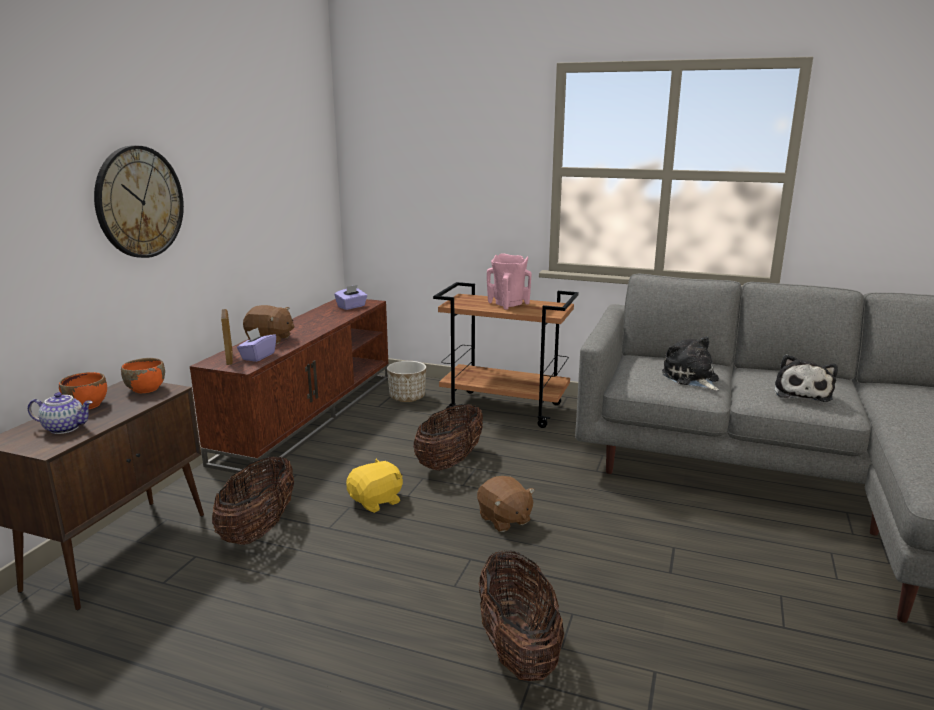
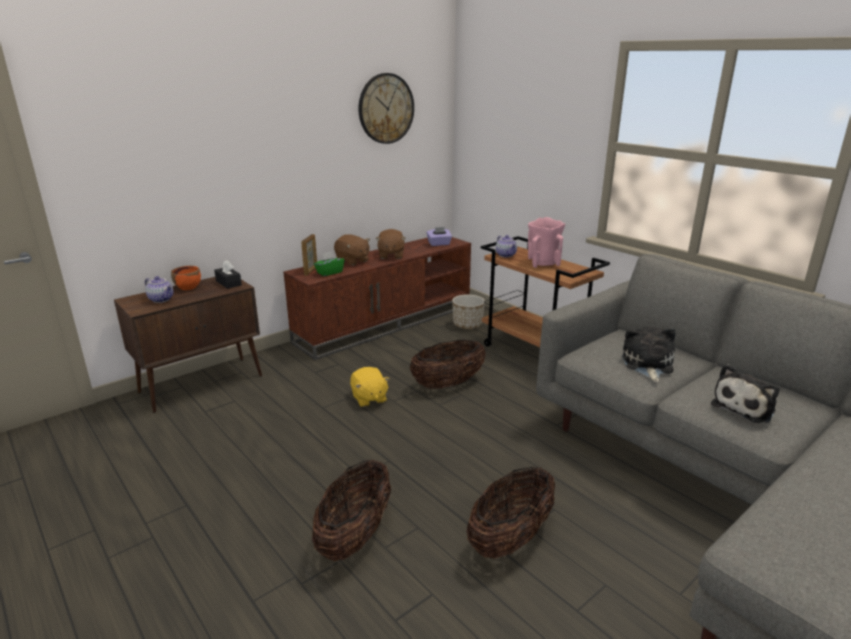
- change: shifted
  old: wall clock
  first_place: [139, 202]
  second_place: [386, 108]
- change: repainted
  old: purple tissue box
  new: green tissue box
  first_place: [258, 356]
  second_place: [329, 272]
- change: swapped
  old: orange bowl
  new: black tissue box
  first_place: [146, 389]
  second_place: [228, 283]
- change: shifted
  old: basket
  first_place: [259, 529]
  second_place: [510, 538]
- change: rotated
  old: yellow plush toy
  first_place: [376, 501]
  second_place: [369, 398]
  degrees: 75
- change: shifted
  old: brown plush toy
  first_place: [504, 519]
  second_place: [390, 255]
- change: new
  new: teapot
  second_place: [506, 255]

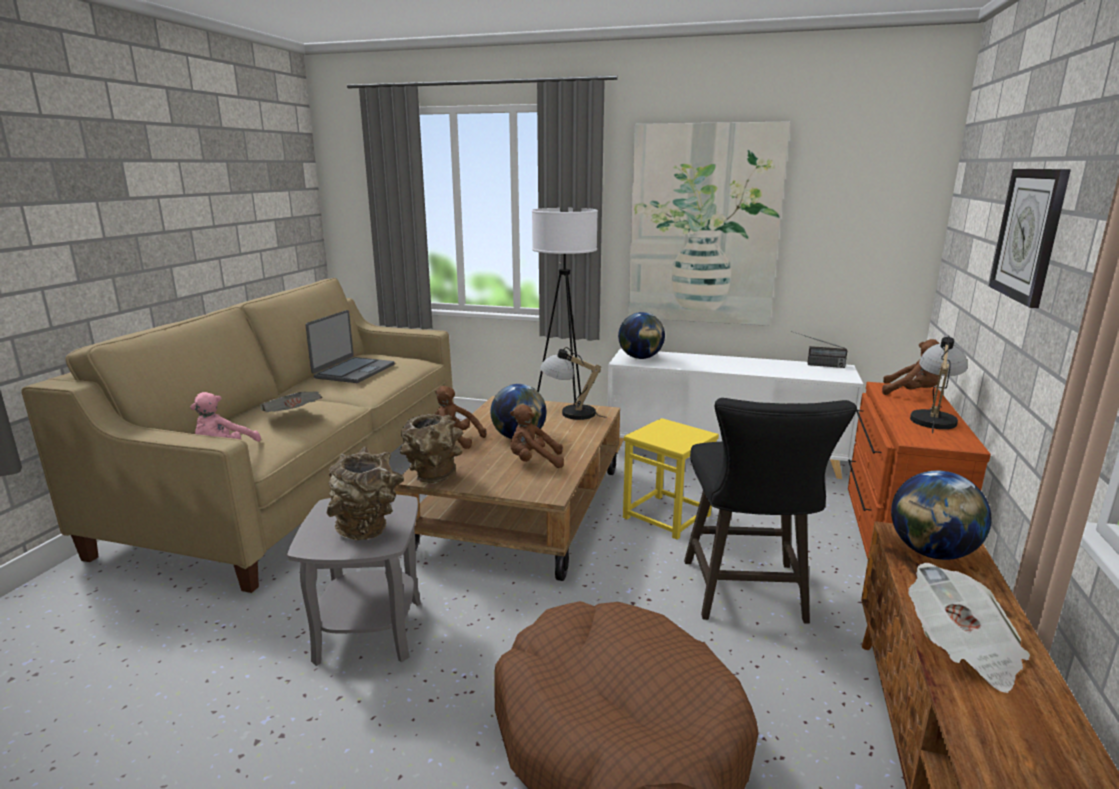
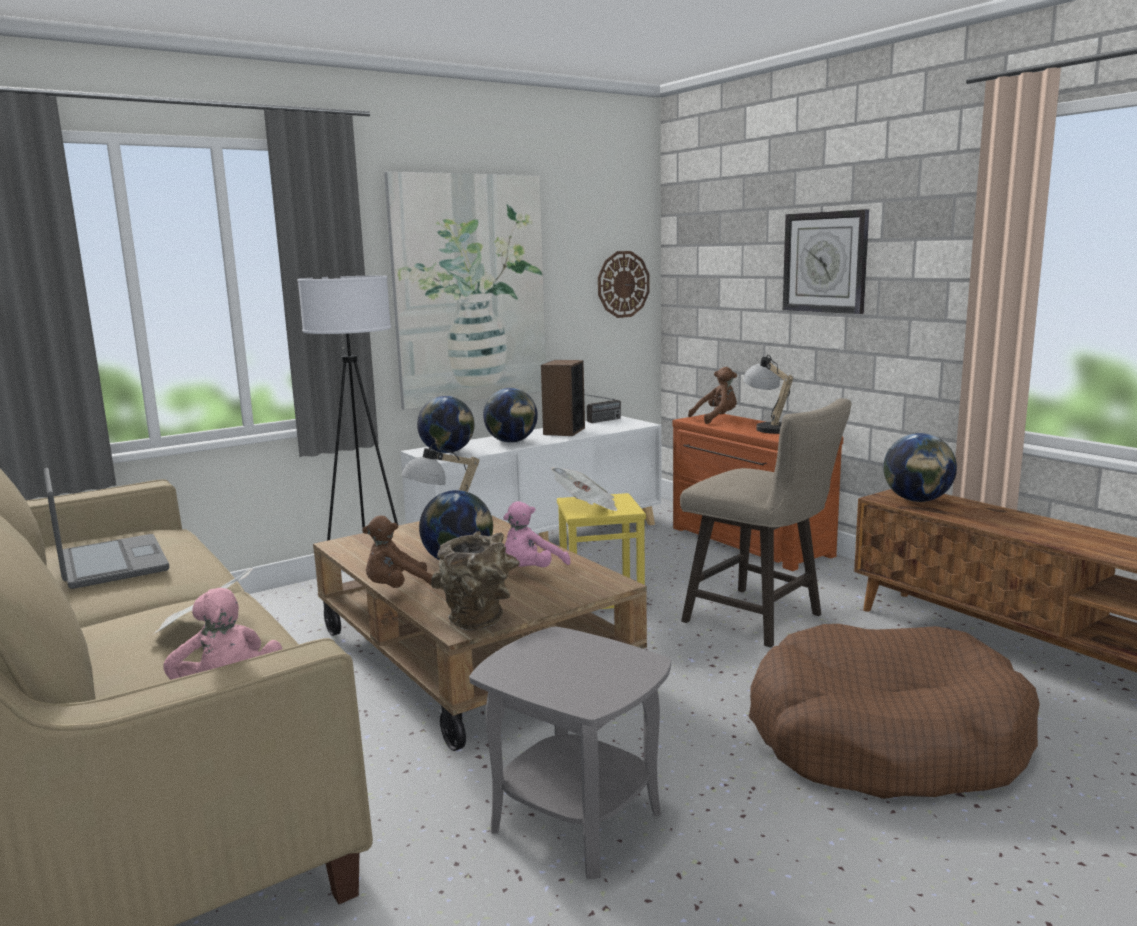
- change: repainted
  old: black stool
  new: beige stool
  first_place: [747, 596]
  second_place: [762, 620]
- change: repainted
  old: brown plush toy
  new: pink plush toy
  first_place: [534, 462]
  second_place: [531, 571]
- change: gone
  old: brown vase
  first_place: [368, 530]
- change: shifted
  old: newspaper
  first_place: [962, 650]
  second_place: [586, 506]
- change: new
  new: wall clock
  second_place: [623, 284]
- change: new
  new: speaker
  second_place: [564, 431]
- change: new
  new: globe
  second_place: [511, 442]

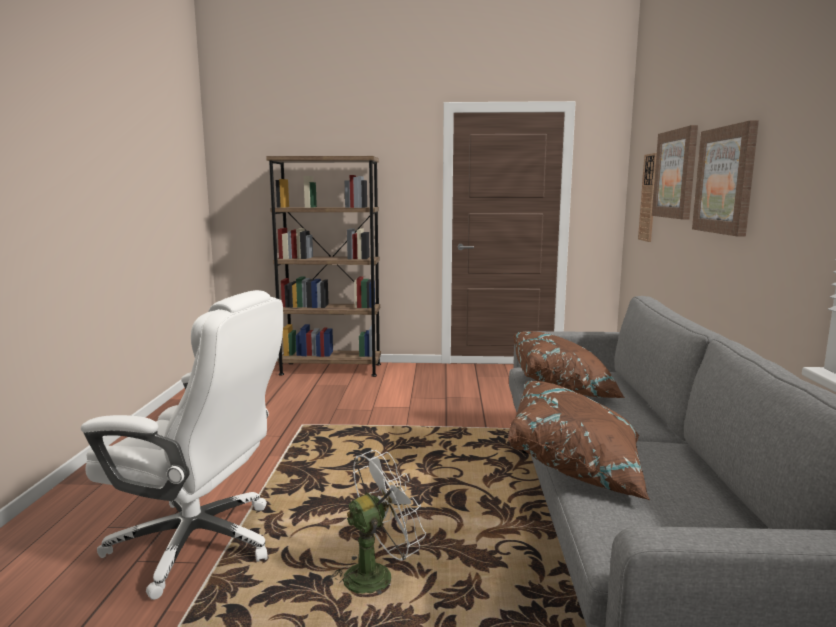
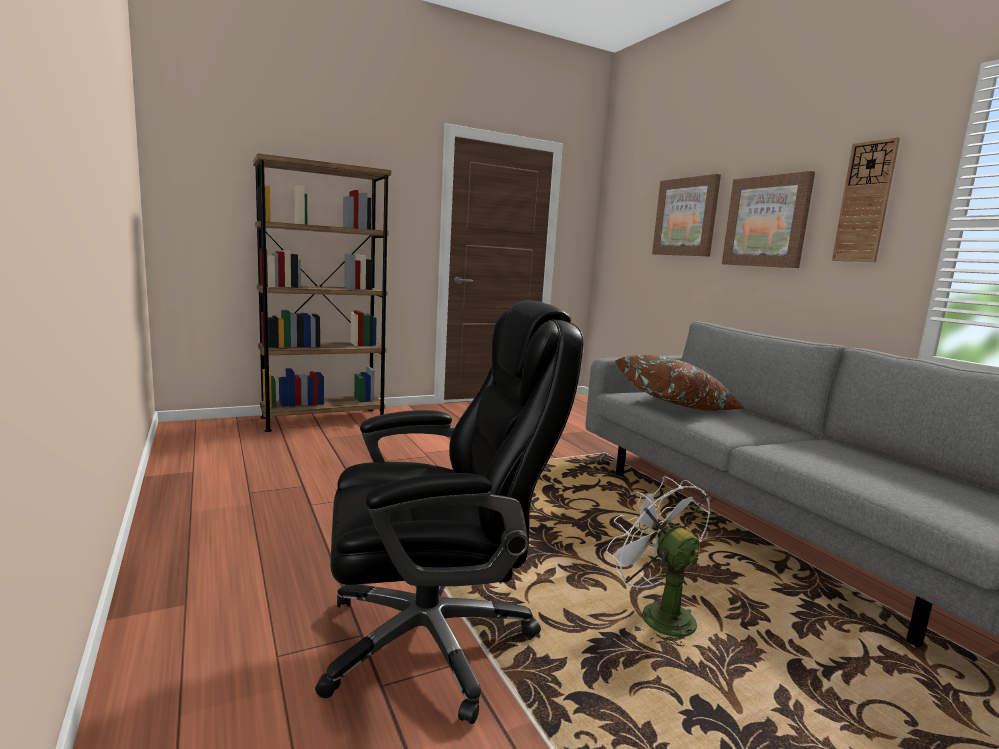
- change: shifted
  old: wall clock
  first_place: [649, 197]
  second_place: [865, 202]
- change: repainted
  old: white office chair
  new: black office chair
  first_place: [199, 543]
  second_place: [433, 639]
- change: gone
  old: brown pillow
  first_place: [577, 466]
- change: rotated
  old: white fan
  first_place: [377, 574]
  second_place: [656, 614]
  degrees: -60

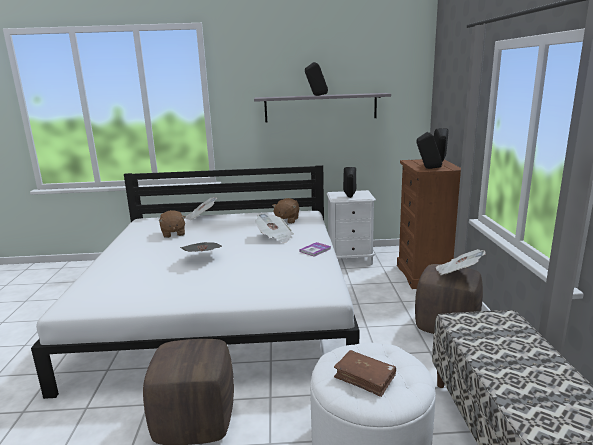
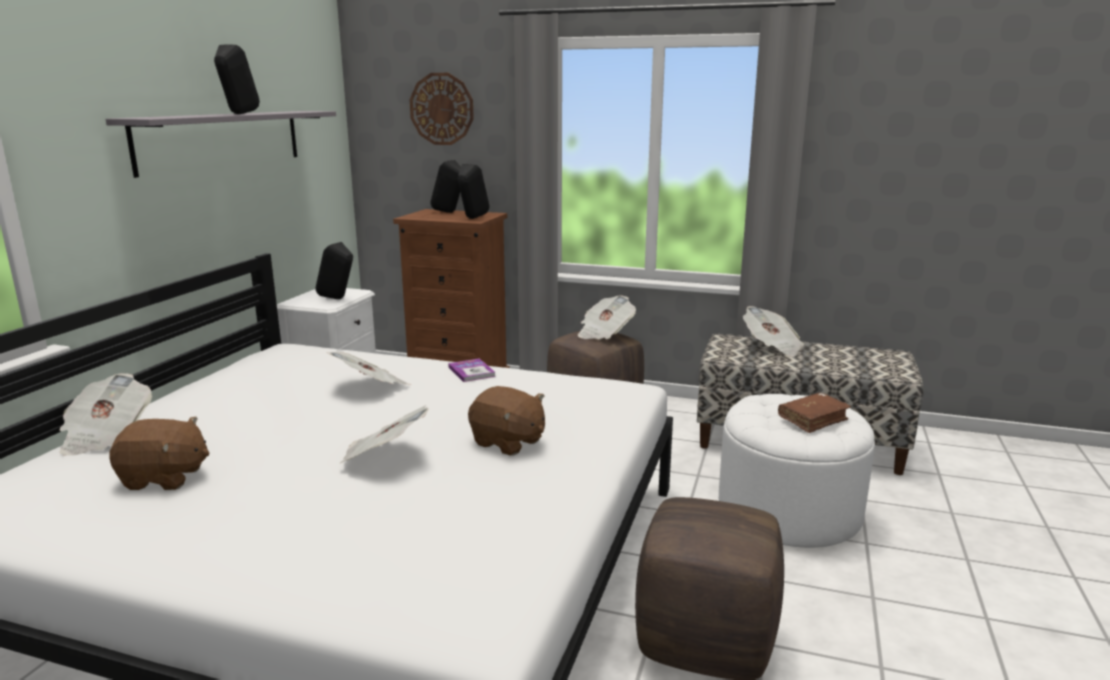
- change: shifted
  old: brown plush toy
  first_place: [286, 220]
  second_place: [508, 442]
- change: new
  new: wall clock
  second_place: [442, 109]
- change: new
  new: newspaper
  second_place: [772, 347]

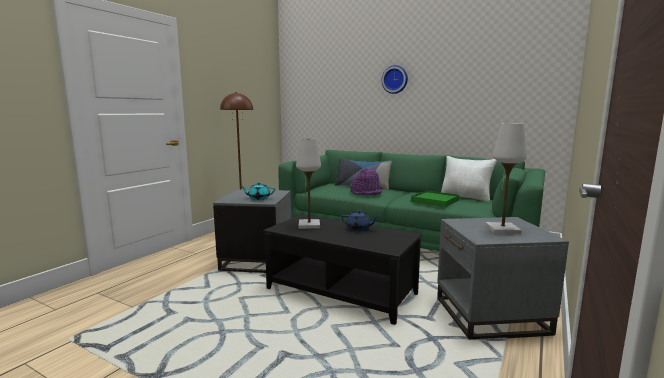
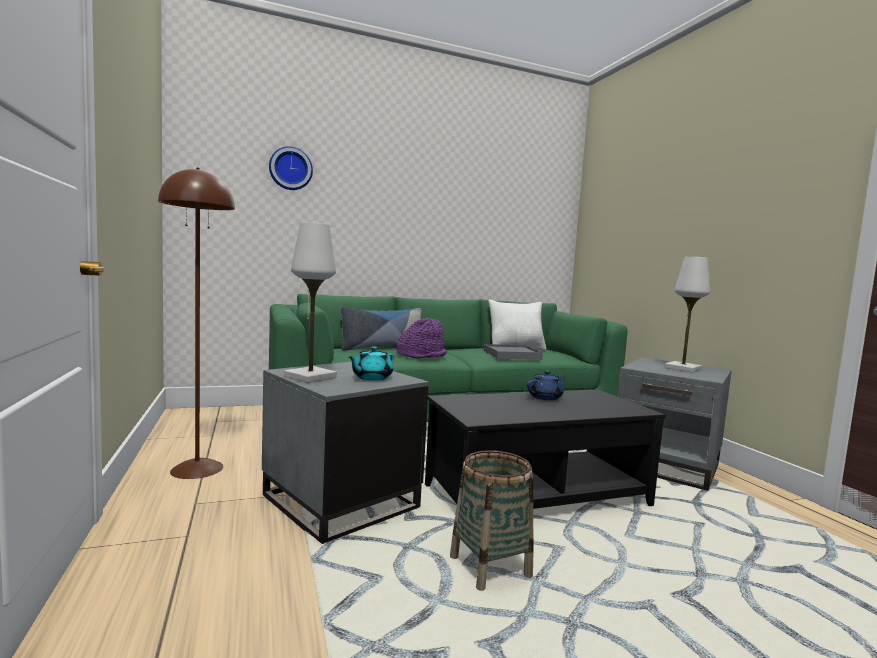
- change: shifted
  old: wall clock
  first_place: [395, 79]
  second_place: [290, 169]
- change: shifted
  old: white table lamp
  first_place: [309, 225]
  second_place: [310, 377]
- change: repainted
  old: green tray
  new: grey tray
  first_place: [435, 201]
  second_place: [511, 355]
- change: new
  new: basket
  second_place: [490, 567]

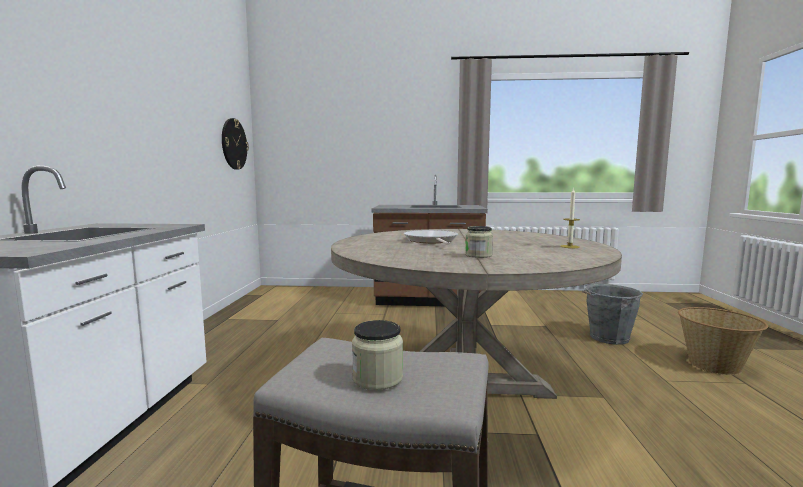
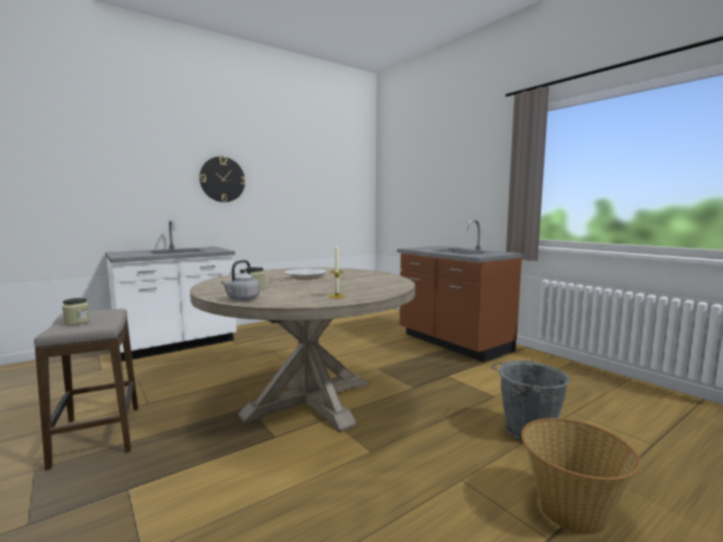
- change: shifted
  old: wall clock
  first_place: [234, 144]
  second_place: [222, 179]
- change: new
  new: grey kettle
  second_place: [242, 299]

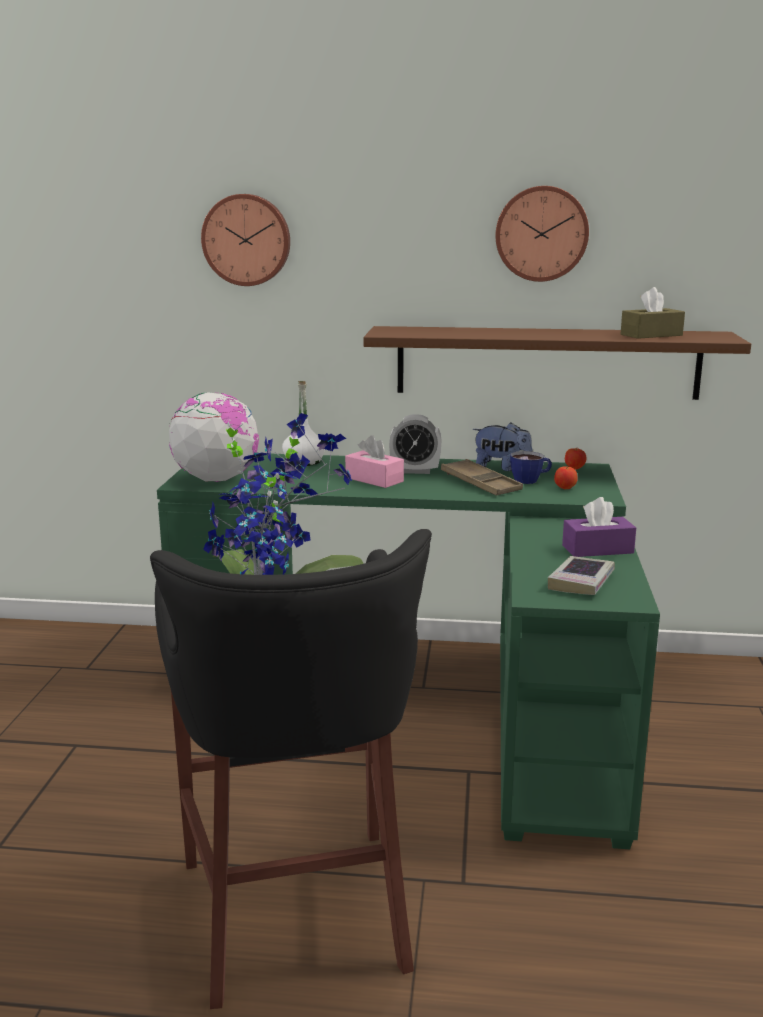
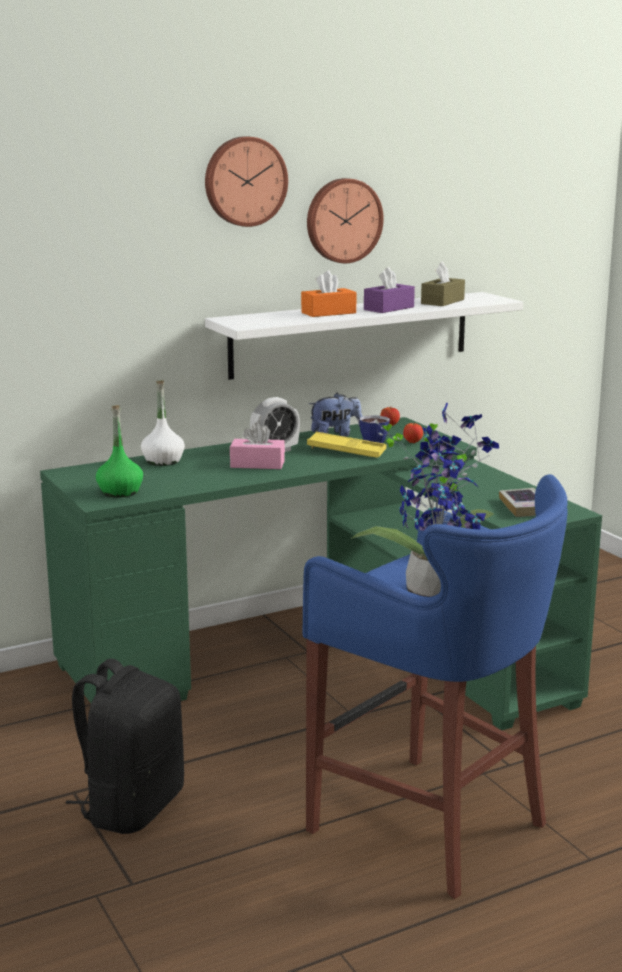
- change: shifted
  old: wall clock
  first_place: [247, 240]
  second_place: [244, 181]
- change: repainted
  old: brown shelf
  new: white shelf
  first_place: [547, 362]
  second_place: [351, 334]
- change: swapped
  old: globe
  new: green bottle
  first_place: [216, 479]
  second_place: [120, 492]
- change: repainted
  old: brown tray
  new: yellow tray
  first_place: [480, 484]
  second_place: [346, 451]
- change: shifted
  old: purple tissue box
  first_place: [597, 549]
  second_place: [389, 308]
- change: repainted
  old: black stool
  new: blue stool
  first_place: [298, 917]
  second_place: [434, 827]
- change: new
  new: orange tissue box
  second_place: [328, 313]
- change: new
  new: black backpack
  second_place: [131, 807]

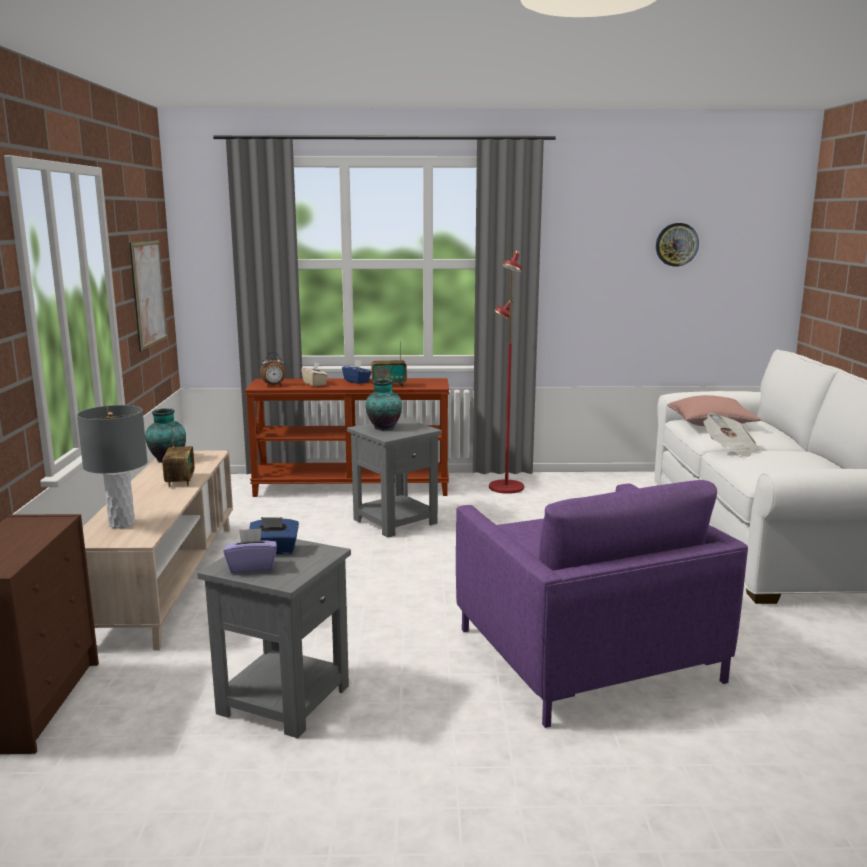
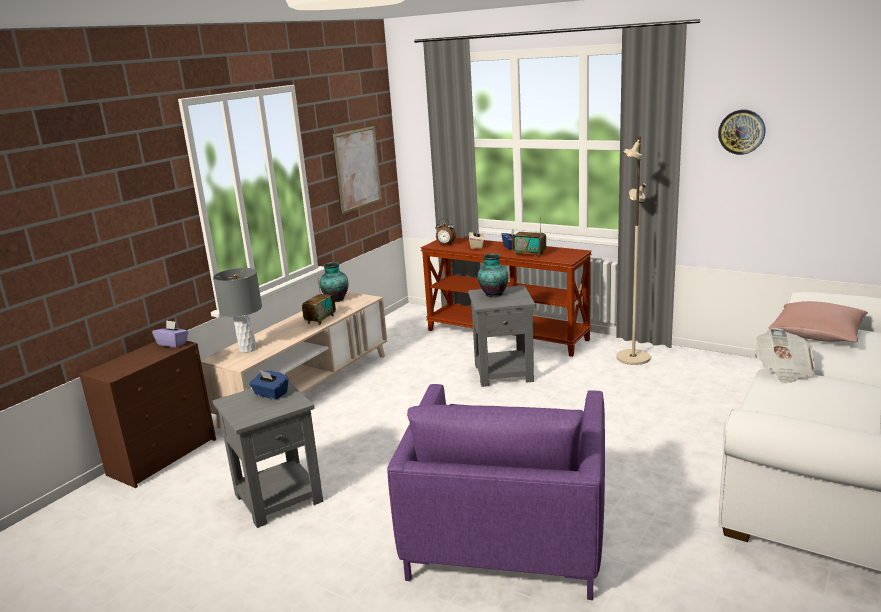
- change: shifted
  old: wall clock
  first_place: [676, 244]
  second_place: [741, 132]
- change: repainted
  old: red floor lamp
  new: beige floor lamp
  first_place: [505, 487]
  second_place: [632, 358]
- change: shifted
  old: purple tissue box
  first_place: [252, 567]
  second_place: [173, 344]

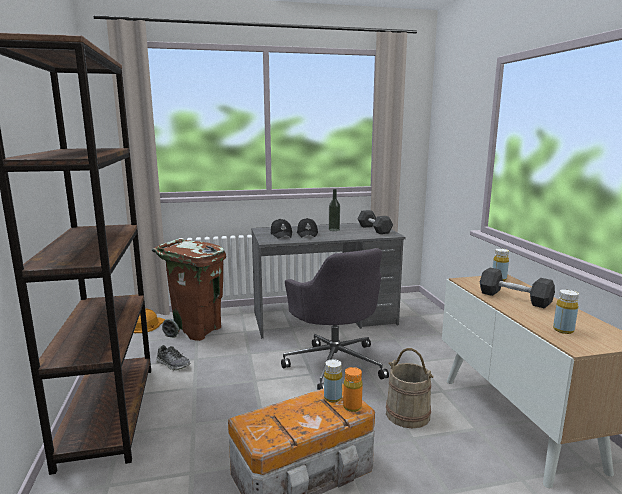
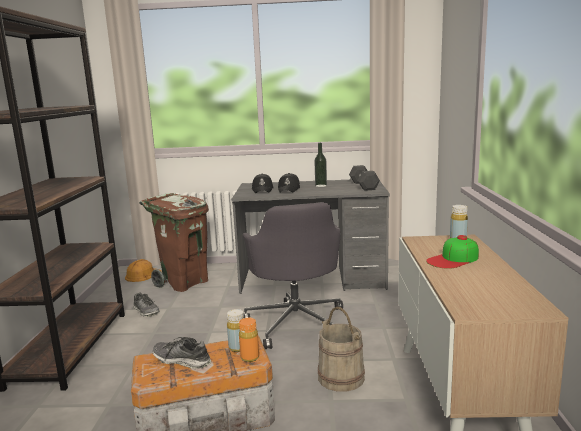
- change: swapped
  old: black dumbbell
  new: cap
  first_place: [514, 298]
  second_place: [453, 259]
- change: gone
  old: yellow bottle
  first_place: [563, 330]
- change: new
  new: shoe
  second_place: [182, 360]

